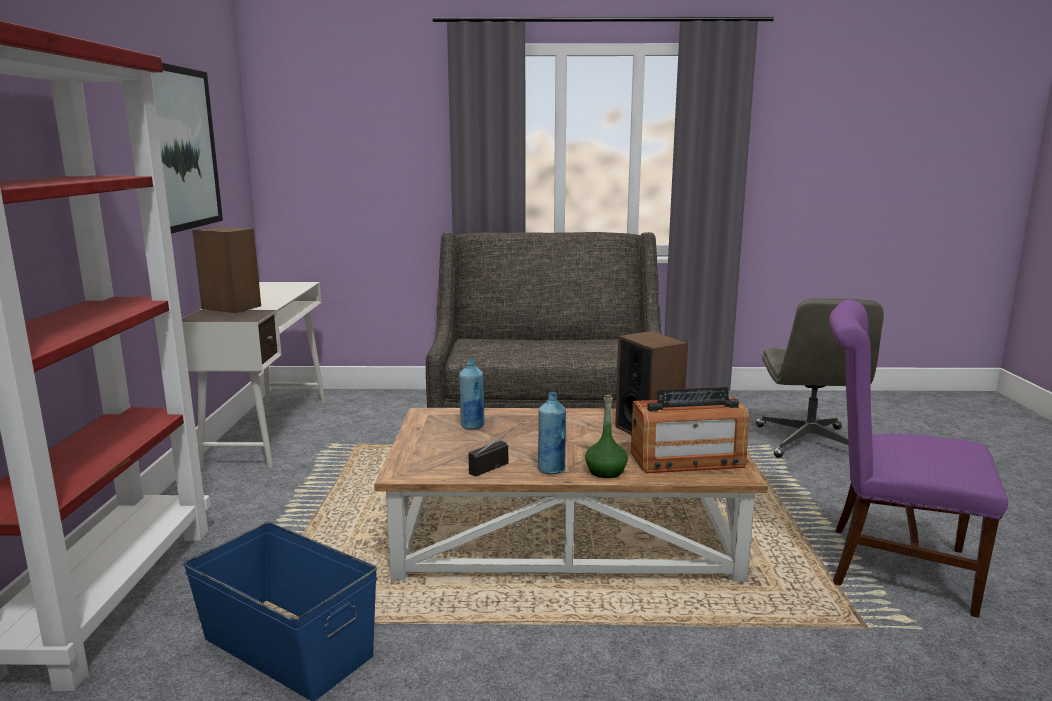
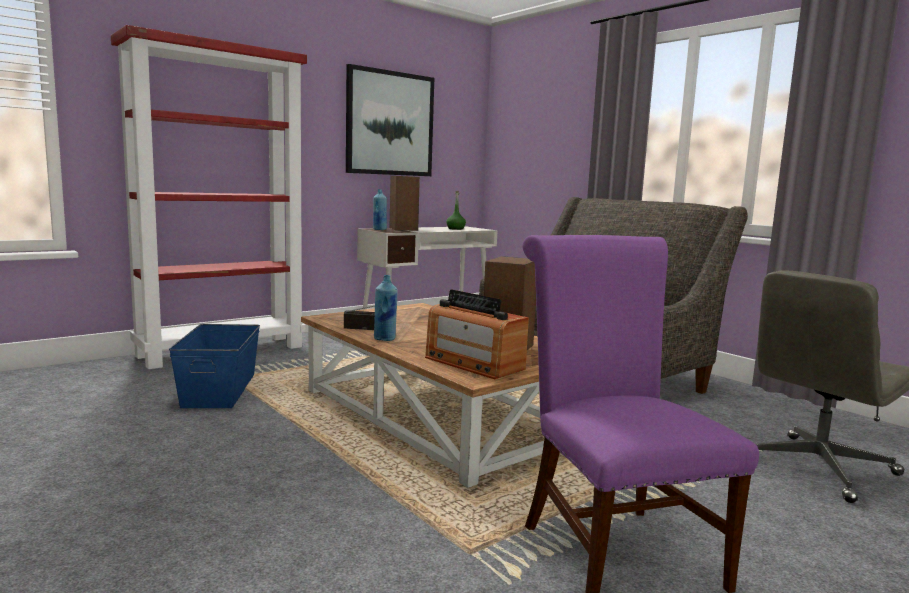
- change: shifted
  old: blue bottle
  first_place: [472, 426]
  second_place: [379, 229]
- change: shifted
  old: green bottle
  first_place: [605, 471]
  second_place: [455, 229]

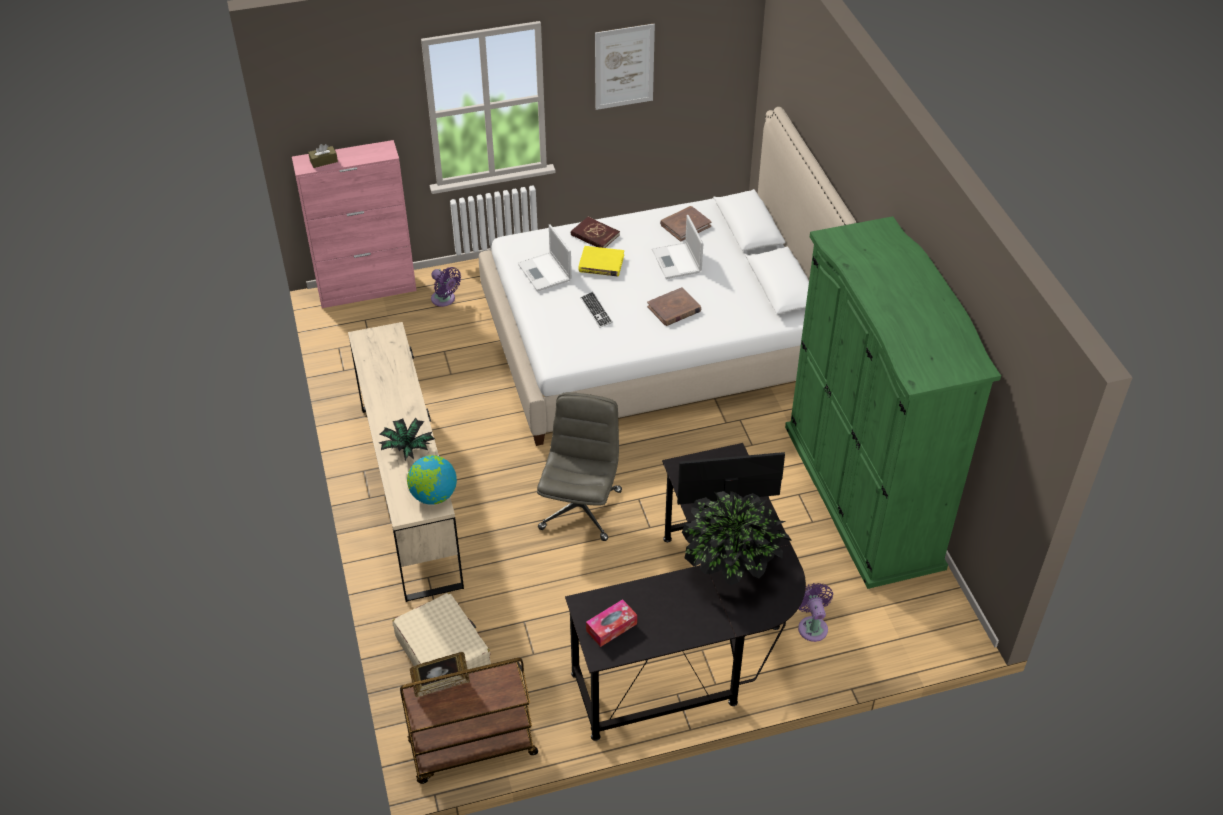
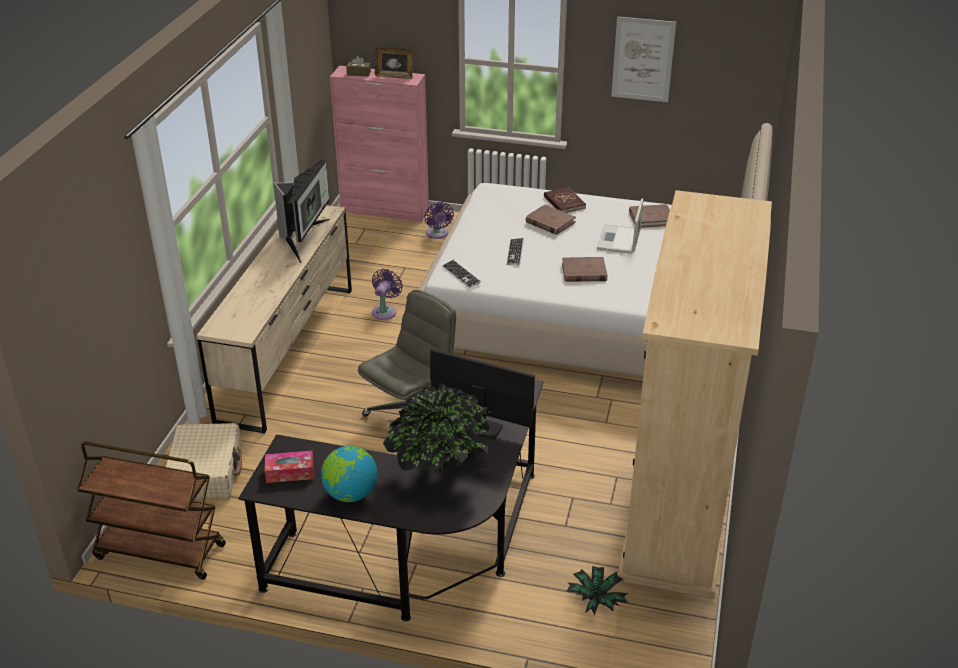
- change: repainted
  old: green wardrobe
  new: beige wardrobe
  first_place: [862, 495]
  second_place: [679, 501]
- change: gone
  old: laptop
  first_place: [545, 273]
- change: repainted
  old: yellow book
  new: brown book
  first_place: [601, 264]
  second_place: [550, 222]
- change: shifted
  old: potted plant
  first_place: [407, 448]
  second_place: [595, 600]
- change: shifted
  old: globe
  first_place: [433, 495]
  second_place: [350, 494]
- change: shifted
  old: purple fan
  first_place: [812, 626]
  second_place: [385, 311]
- change: shifted
  old: picture frame
  first_place: [441, 685]
  second_place: [394, 76]
- change: new
  new: monitor
  second_place: [304, 239]
- change: new
  new: keyboard
  second_place: [461, 275]

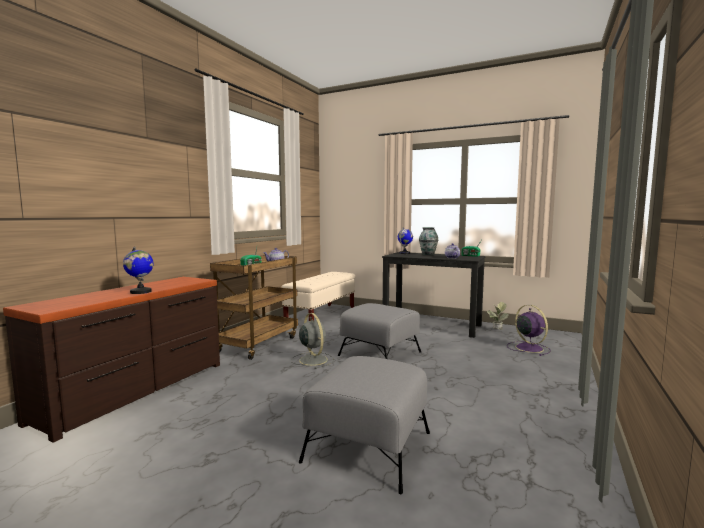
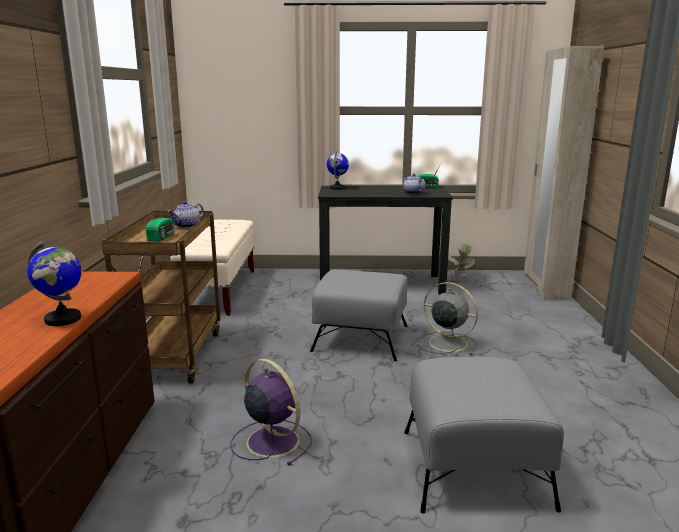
- change: gone
  old: vase
  first_place: [428, 254]
- change: shifted
  old: purple fan
  first_place: [528, 348]
  second_place: [271, 441]
- change: shifted
  old: grey fan
  first_place: [312, 359]
  second_place: [446, 343]
- change: new
  new: beige wardrobe
  second_place: [545, 289]

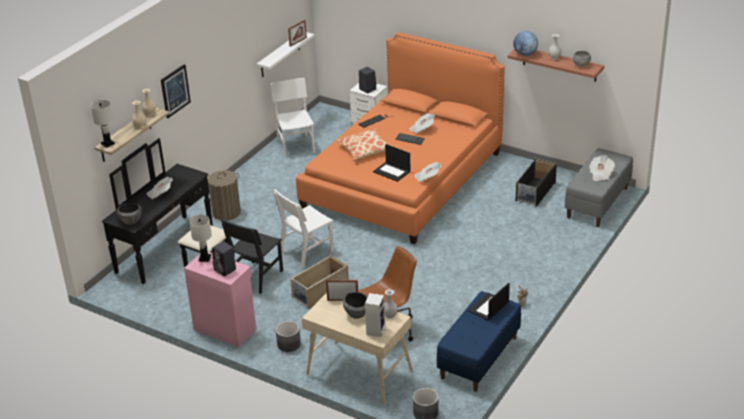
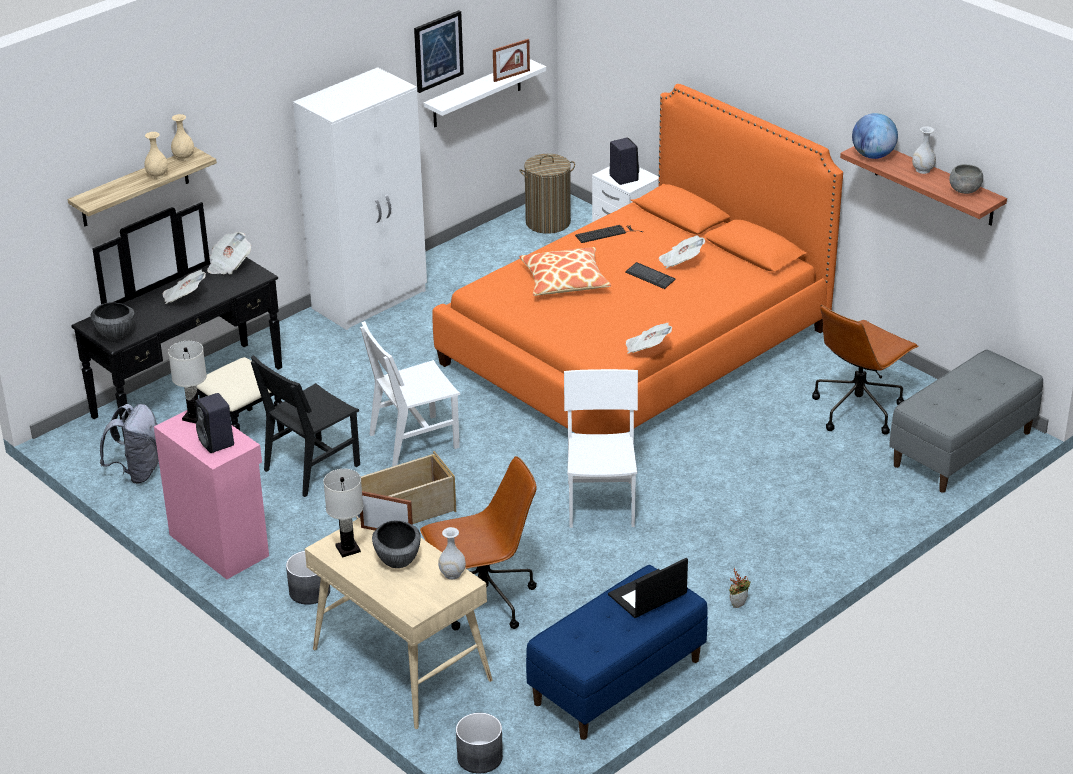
- change: shifted
  old: picture
  first_place: [175, 91]
  second_place: [438, 51]
- change: shifted
  old: white chair
  first_place: [296, 146]
  second_place: [601, 503]
- change: shifted
  old: white table lamp
  first_place: [107, 143]
  second_place: [347, 549]
- change: gone
  old: laptop
  first_place: [392, 172]
- change: shifted
  old: newspaper
  first_place: [600, 174]
  second_place: [228, 265]
- change: swapped
  old: black storage box
  new: brown office chair
  first_place: [535, 192]
  second_place: [858, 409]
- change: shifted
  old: laundry basket
  first_place: [226, 212]
  second_place: [548, 222]
- change: gone
  old: speaker
  first_place: [375, 330]
- change: new
  new: white wardrobe
  second_place: [371, 300]
- change: new
  new: grey backpack
  second_place: [137, 472]

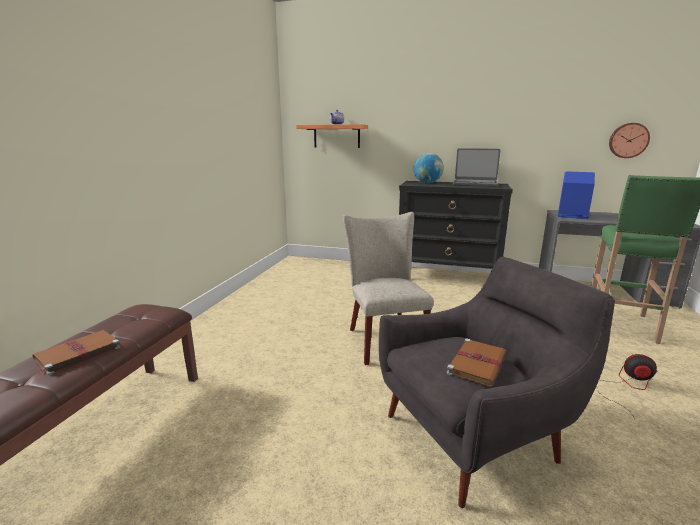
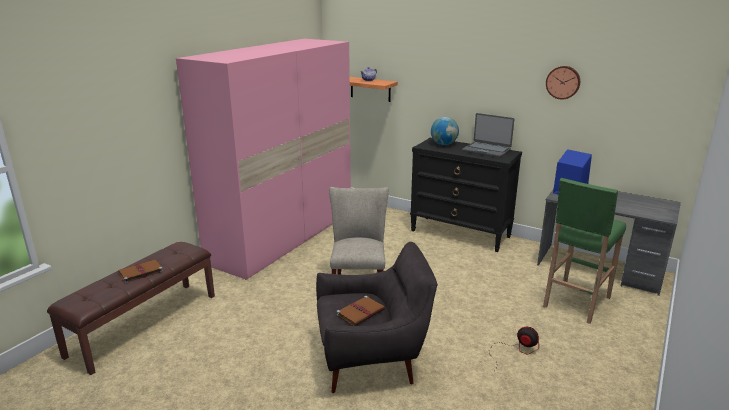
- change: shifted
  old: wall clock
  first_place: [628, 140]
  second_place: [563, 82]
- change: new
  new: pink wardrobe
  second_place: [284, 236]

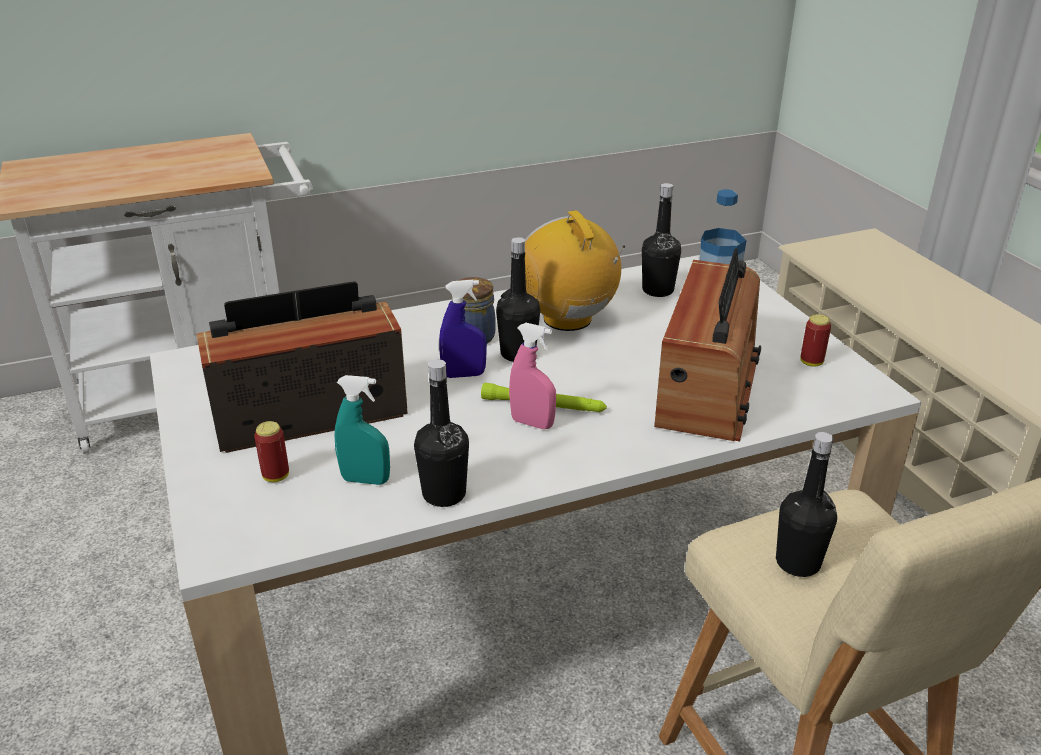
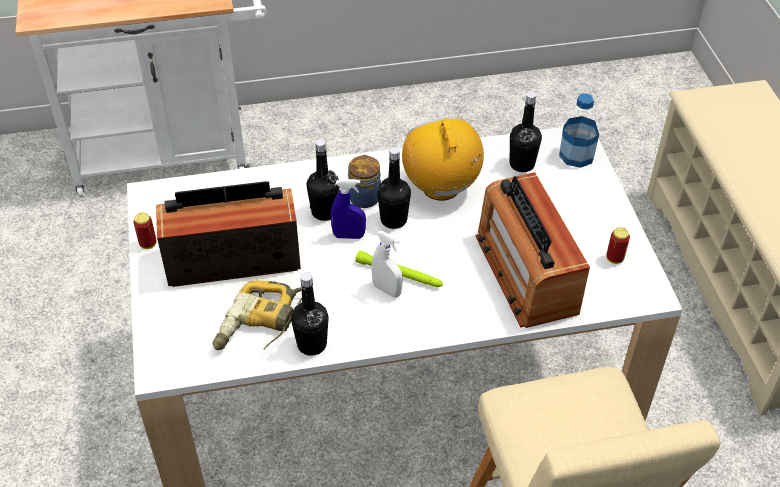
- change: rotated
  old: radio
  first_place: [708, 387]
  second_place: [526, 273]
  degrees: 135
- change: repainted
  old: pink spray bottle
  new: white spray bottle
  first_place: [532, 423]
  second_place: [387, 290]
- change: swapped
  old: turquoise spray bottle
  new: power drill
  first_place: [365, 480]
  second_place: [262, 324]
- change: shifted
  old: can
  first_place: [276, 476]
  second_place: [148, 244]
- change: shifted
  old: black bottle
  first_place: [797, 562]
  second_place: [324, 212]

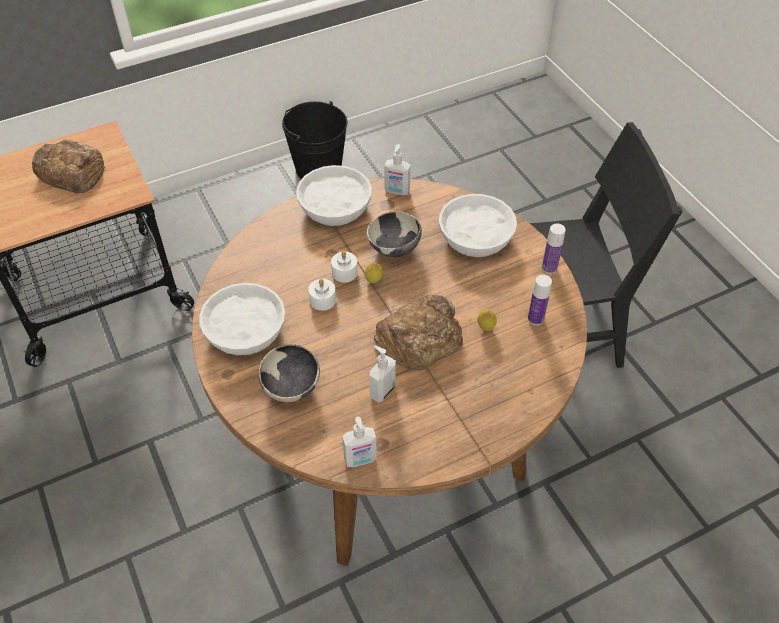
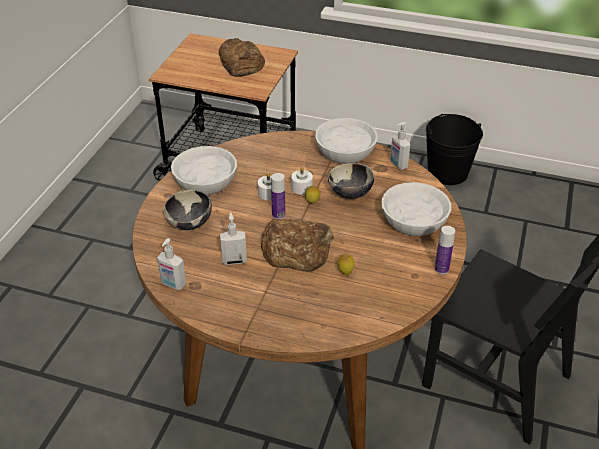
- change: shifted
  old: bottle
  first_place: [535, 319]
  second_place: [278, 215]

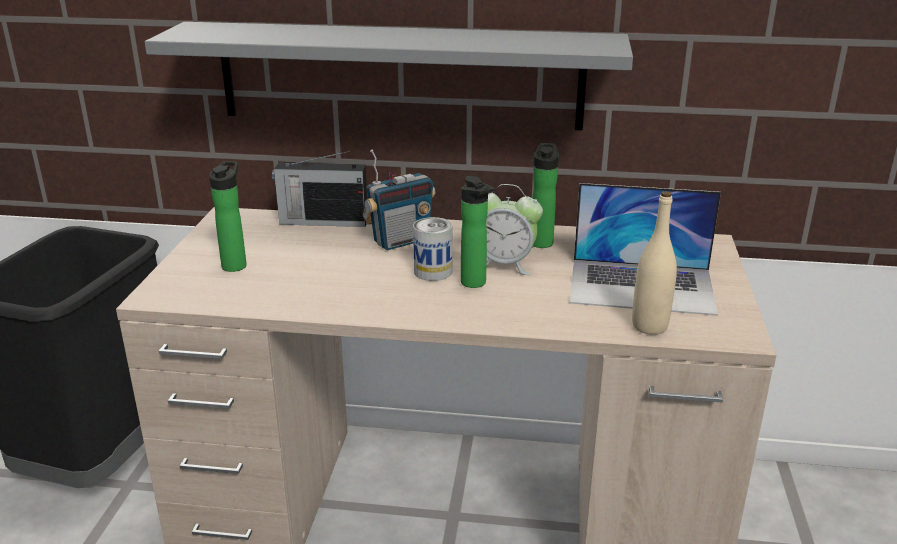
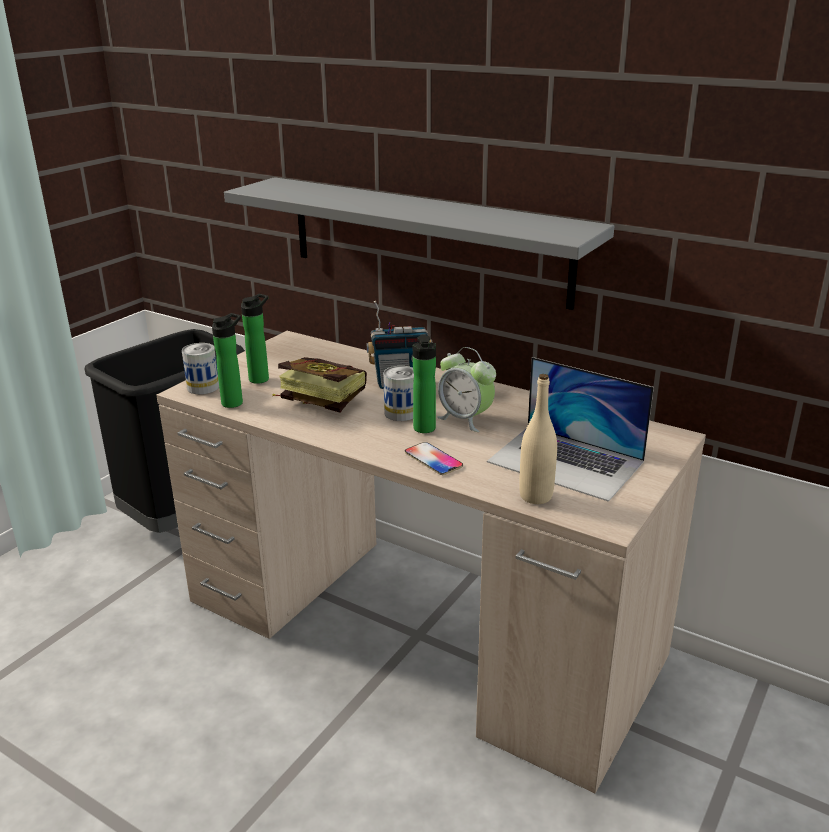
- change: shifted
  old: bottle
  first_place: [541, 241]
  second_place: [234, 402]
- change: gone
  old: radio
  first_place: [322, 221]
- change: new
  new: can
  second_place: [203, 387]
- change: new
  new: book
  second_place: [316, 400]
- change: new
  new: phone
  second_place: [433, 459]

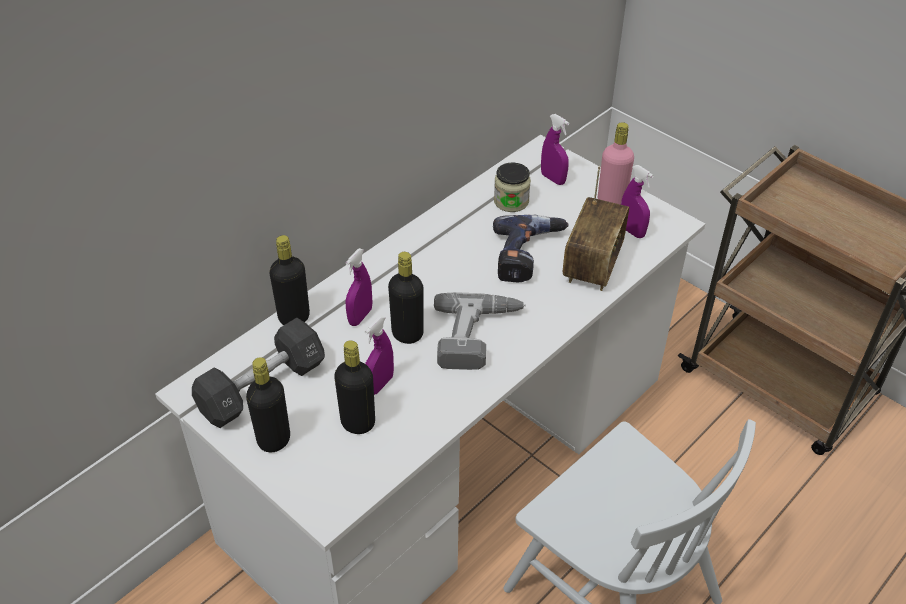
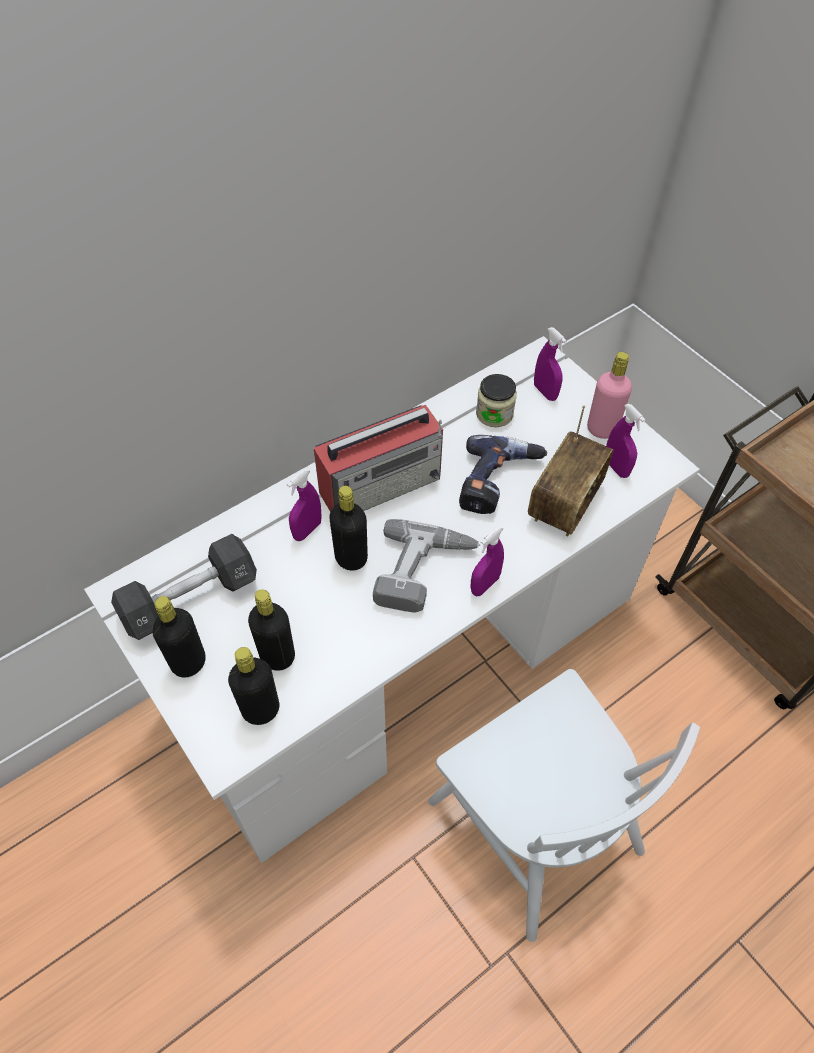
- change: shifted
  old: black bottle
  first_place: [294, 317]
  second_place: [261, 709]
- change: shifted
  old: purple spray bottle
  first_place: [380, 384]
  second_place: [485, 585]
- change: new
  new: radio
  second_place: [382, 484]

